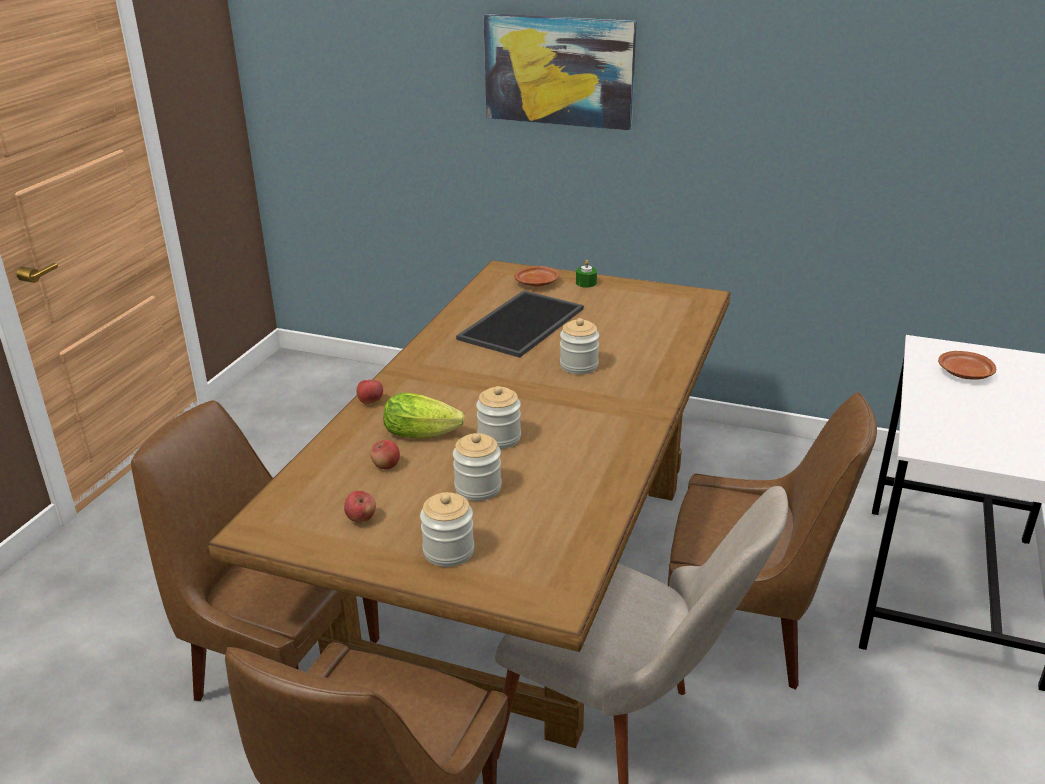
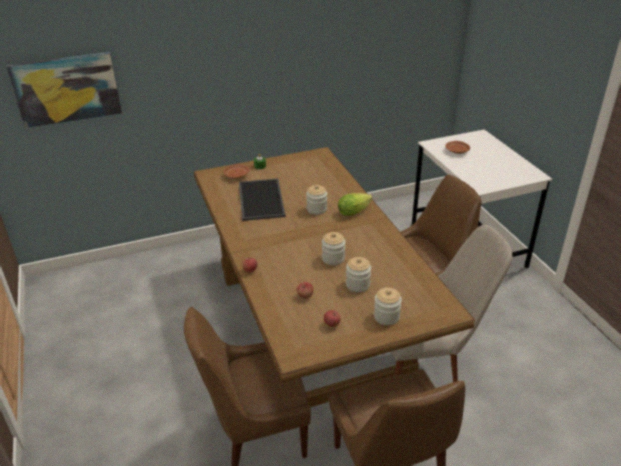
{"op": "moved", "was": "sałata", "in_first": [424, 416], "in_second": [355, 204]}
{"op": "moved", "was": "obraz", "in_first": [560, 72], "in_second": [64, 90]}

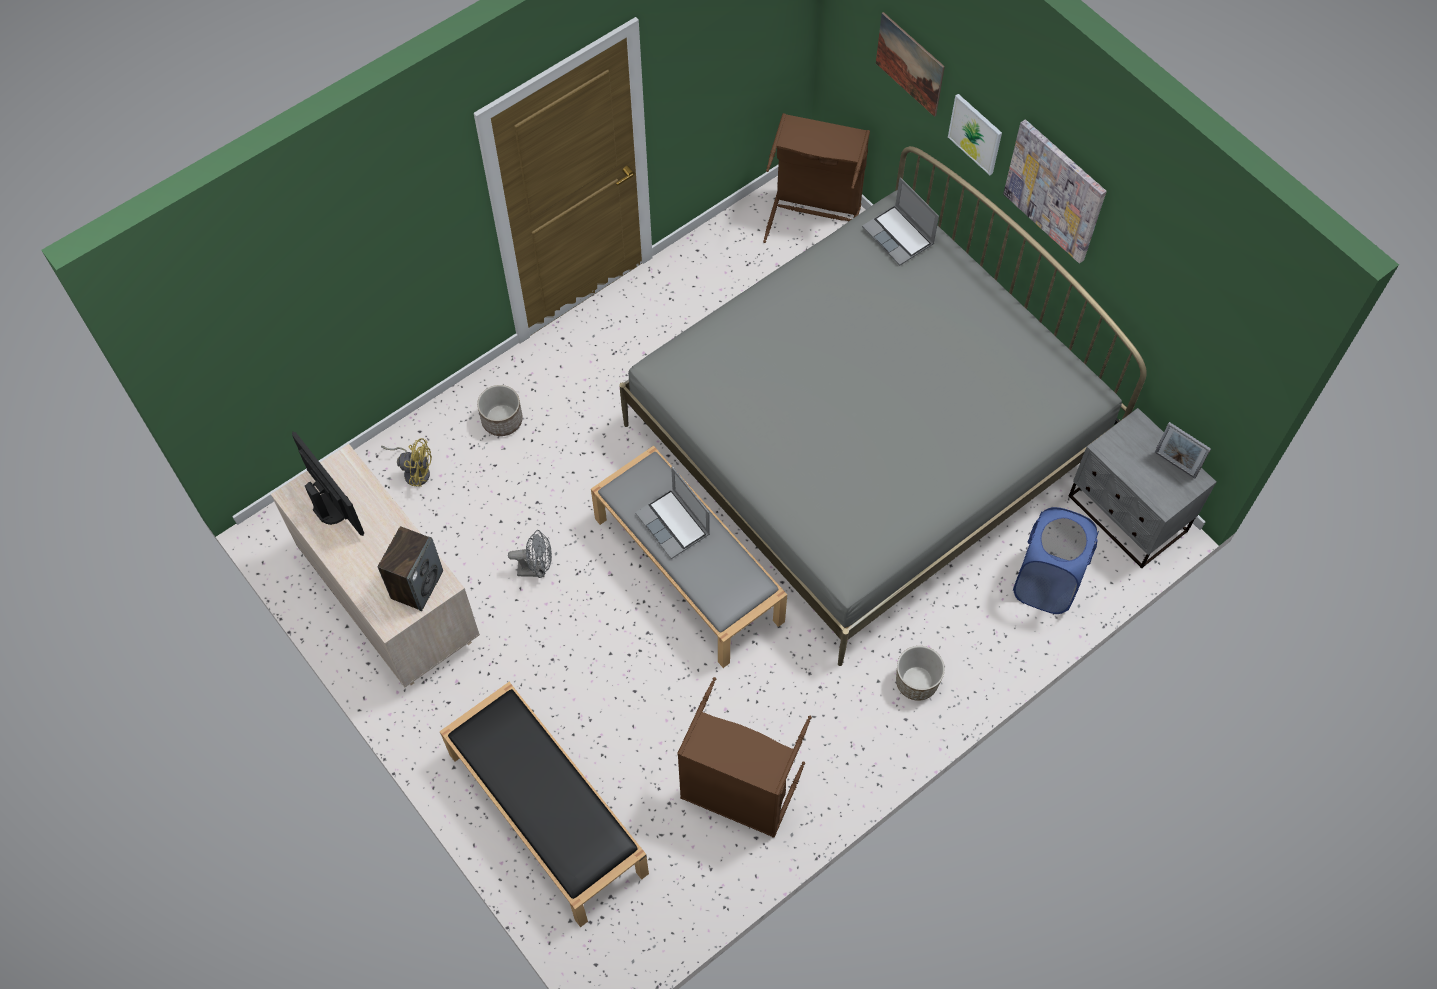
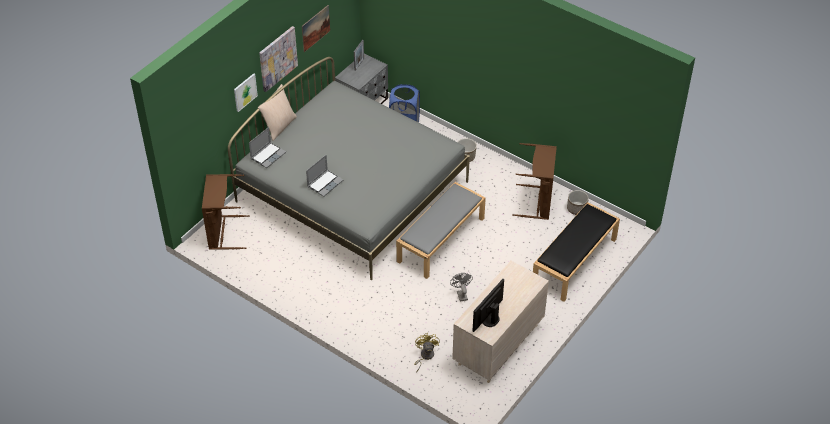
{"op": "removed", "was": "głośnik", "in_first": [410, 568]}
{"op": "moved", "was": "donica", "in_first": [500, 410], "in_second": [578, 202]}
{"op": "moved", "was": "laptop", "in_first": [672, 513], "in_second": [324, 176]}
{"op": "moved", "was": "obraz", "in_first": [910, 64], "in_second": [316, 28]}
{"op": "added", "now": "poduszka [beżowy]", "in_second": [277, 112]}

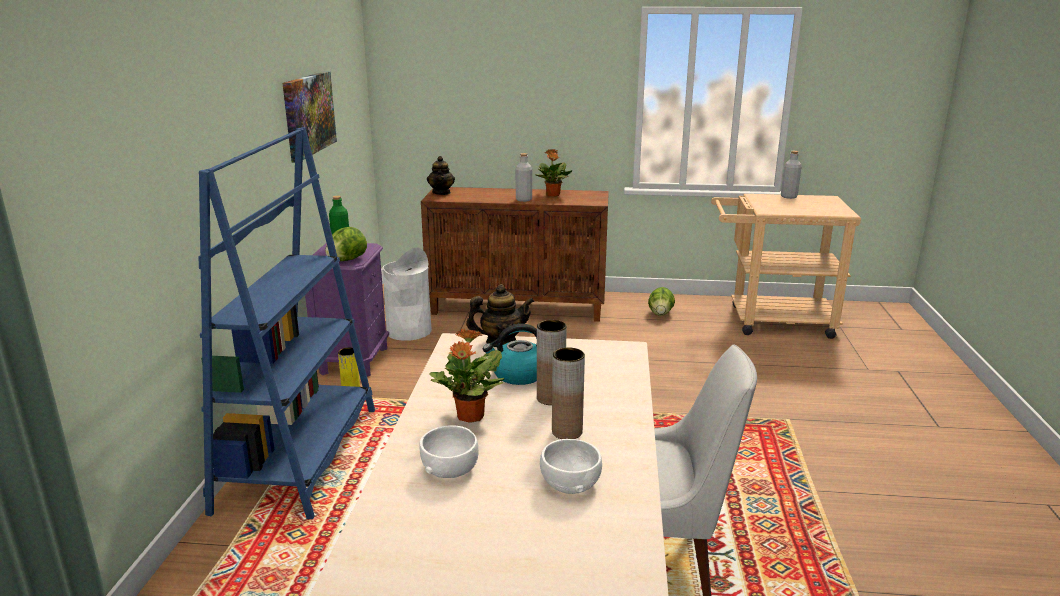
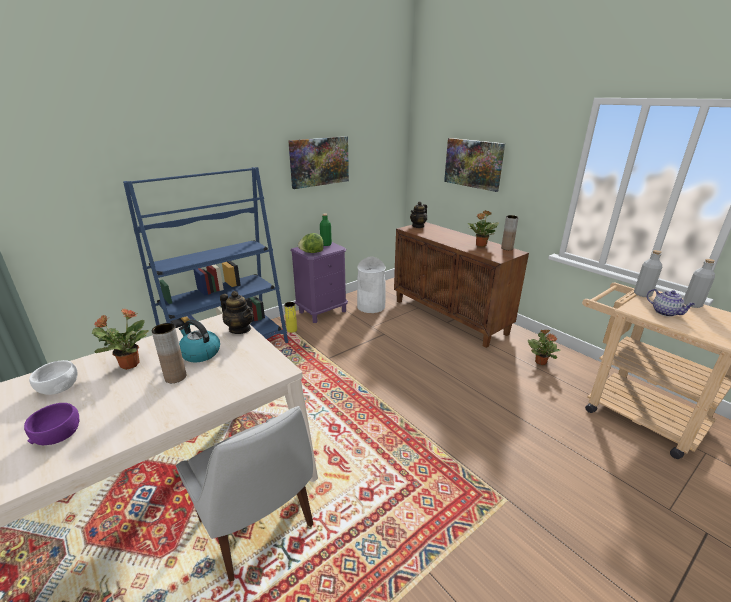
{"op": "moved", "was": "butelka [szary]", "in_first": [524, 177], "in_second": [648, 273]}
{"op": "recoloured", "was": "miska [biały]", "now": "miska [fioletowy]", "in_first": [571, 466], "in_second": [52, 424]}
{"op": "moved", "was": "wazon [brązowy]", "in_first": [568, 393], "in_second": [510, 232]}
{"op": "replaced", "was": "sałata", "now": "roślina doniczkowa", "in_first": [661, 301], "in_second": [544, 347]}
{"op": "added", "now": "obraz", "in_second": [474, 165]}
{"op": "added", "now": "imbryk", "in_second": [671, 303]}

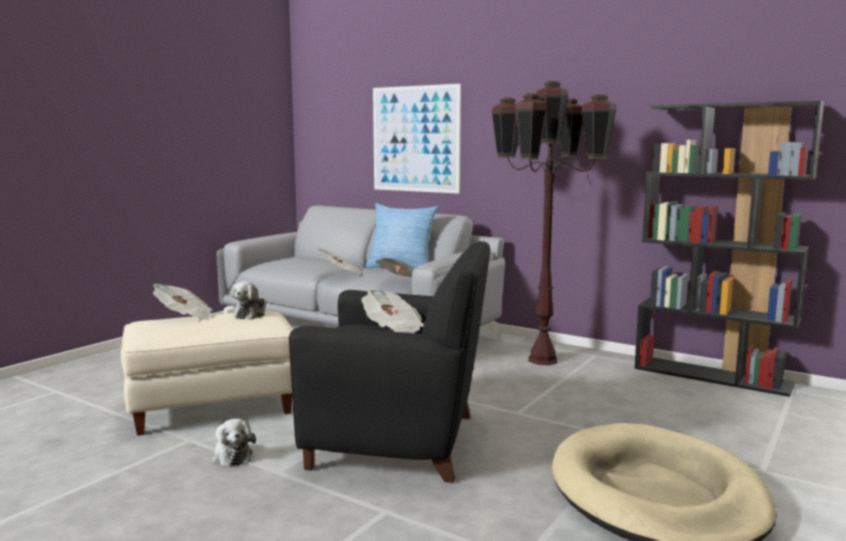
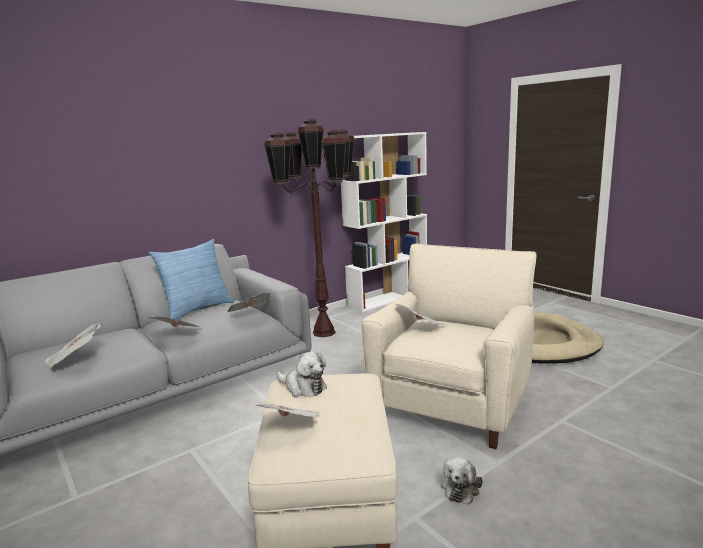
{"op": "turned", "was": "pluszak", "in_first": [234, 443], "in_second": [461, 481], "clockwise": 120}
{"op": "recoloured", "was": "fotel [czarny]", "now": "fotel [beżowy]", "in_first": [389, 362], "in_second": [449, 346]}
{"op": "removed", "was": "obraz", "in_first": [417, 139]}
{"op": "recoloured", "was": "regał [czarny]", "now": "regał [biały]", "in_first": [729, 249], "in_second": [384, 222]}
{"op": "added", "now": "gazeta", "in_second": [72, 345]}

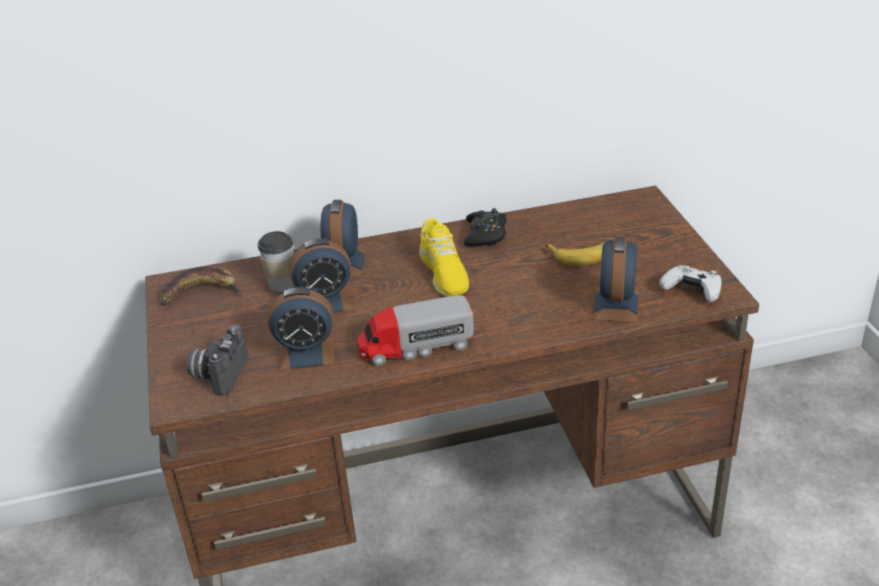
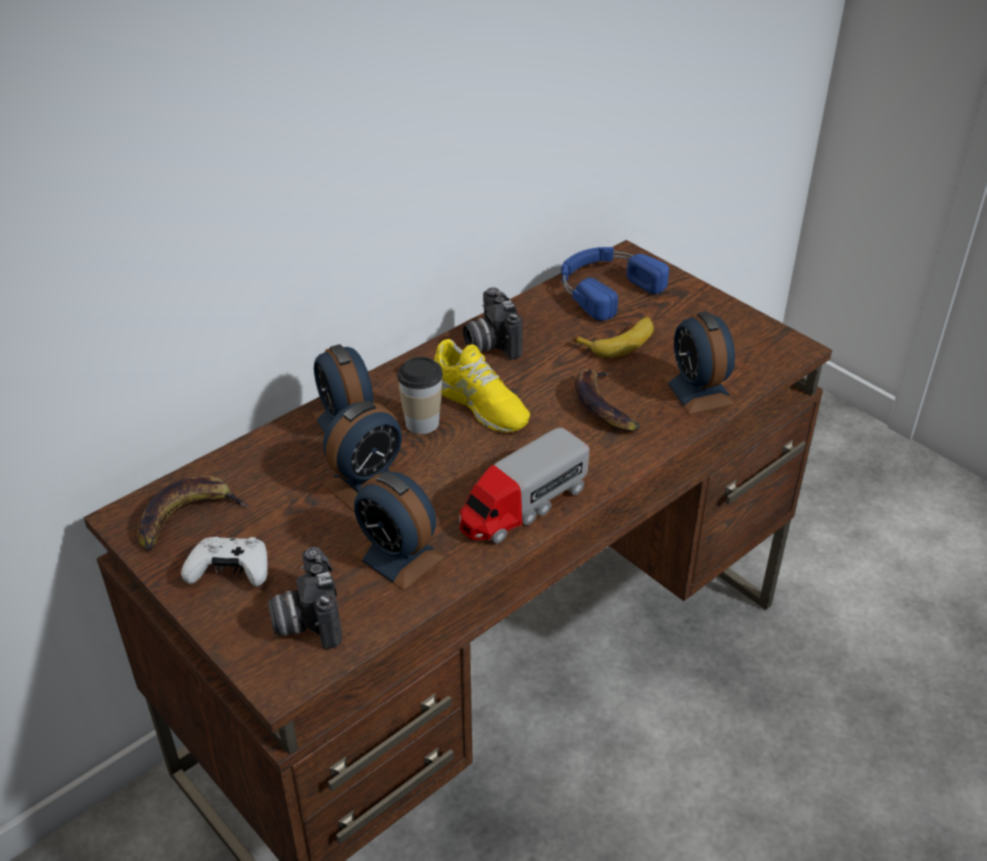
{"op": "moved", "was": "filiżanka", "in_first": [276, 261], "in_second": [420, 395]}
{"op": "turned", "was": "budzik", "in_first": [301, 329], "in_second": [398, 531], "clockwise": 75}
{"op": "replaced", "was": "pad do gier [czarny]", "now": "aparat fotograficzny", "in_first": [485, 227], "in_second": [493, 323]}
{"op": "moved", "was": "pad do gier [biały]", "in_first": [691, 283], "in_second": [224, 561]}
{"op": "added", "now": "słuchawki [niebieski]", "in_second": [615, 284]}
{"op": "added", "now": "banan", "in_second": [607, 400]}

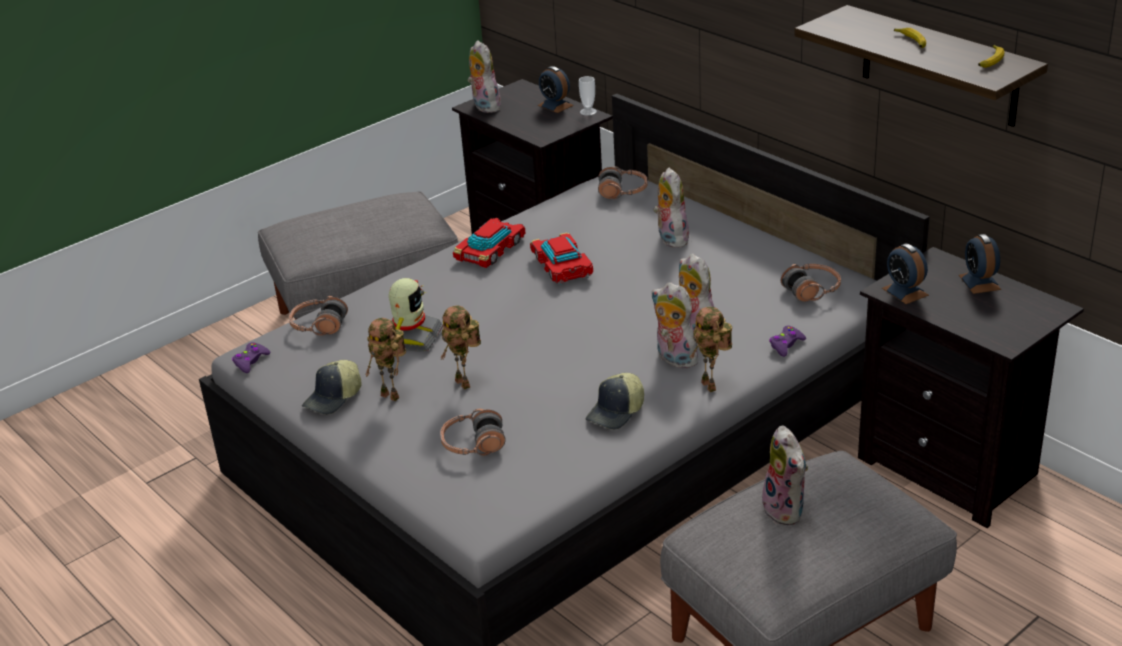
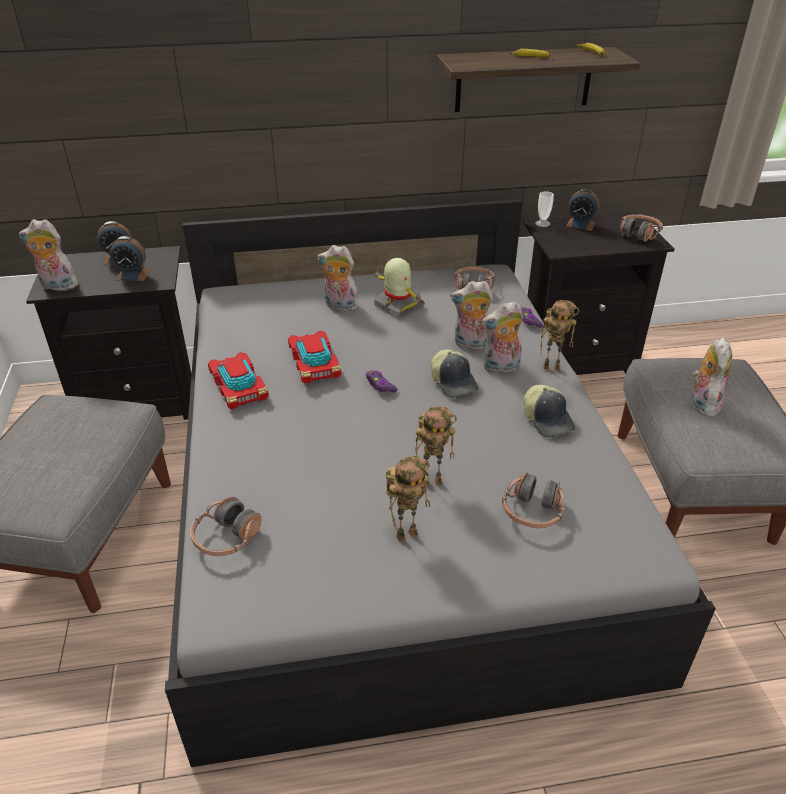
{"op": "moved", "was": "pad do gier [fioletowy]", "in_first": [251, 357], "in_second": [382, 381]}
{"op": "moved", "was": "czapka z daszkiem", "in_first": [331, 387], "in_second": [454, 374]}
{"op": "moved", "was": "robot zabawkowy", "in_first": [416, 315], "in_second": [399, 288]}
{"op": "turned", "was": "samochodzik", "in_first": [561, 259], "in_second": [315, 357], "clockwise": -120}
{"op": "moved", "was": "filiżanka", "in_first": [588, 96], "in_second": [544, 209]}
{"op": "moved", "was": "słuchawki", "in_first": [622, 182], "in_second": [641, 228]}
{"op": "turned", "was": "pluszak", "in_first": [785, 475], "in_second": [712, 377], "clockwise": -90}
{"op": "moved", "was": "budzik", "in_first": [905, 273], "in_second": [130, 258]}

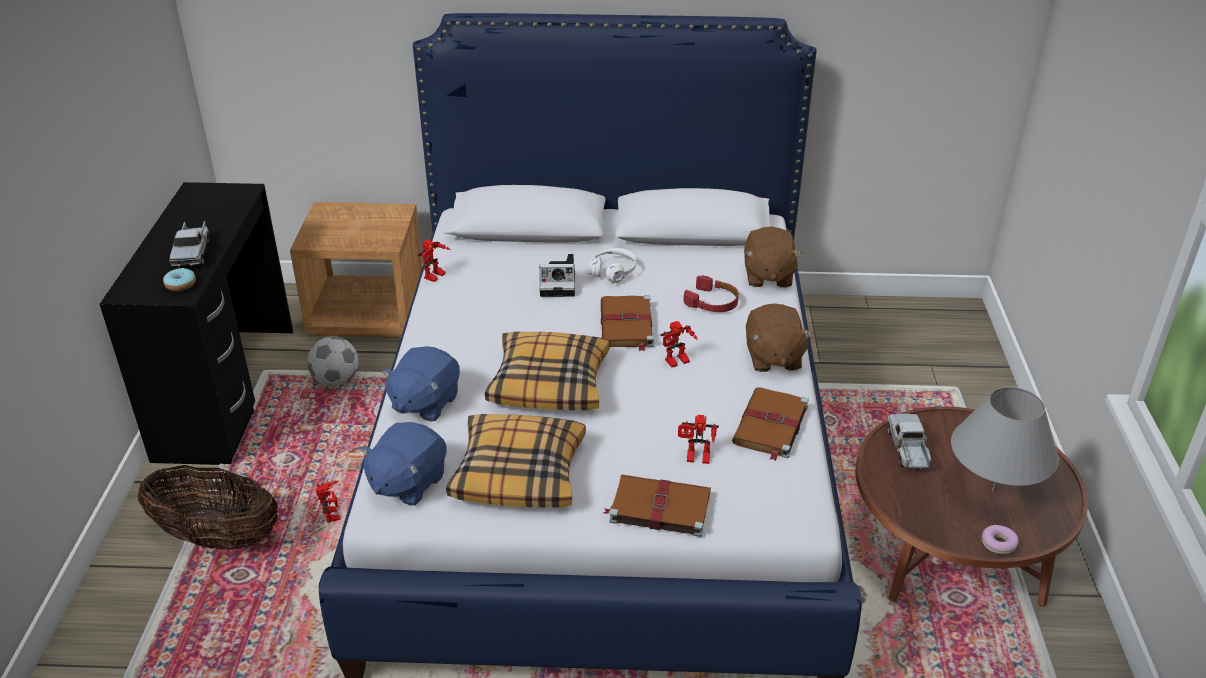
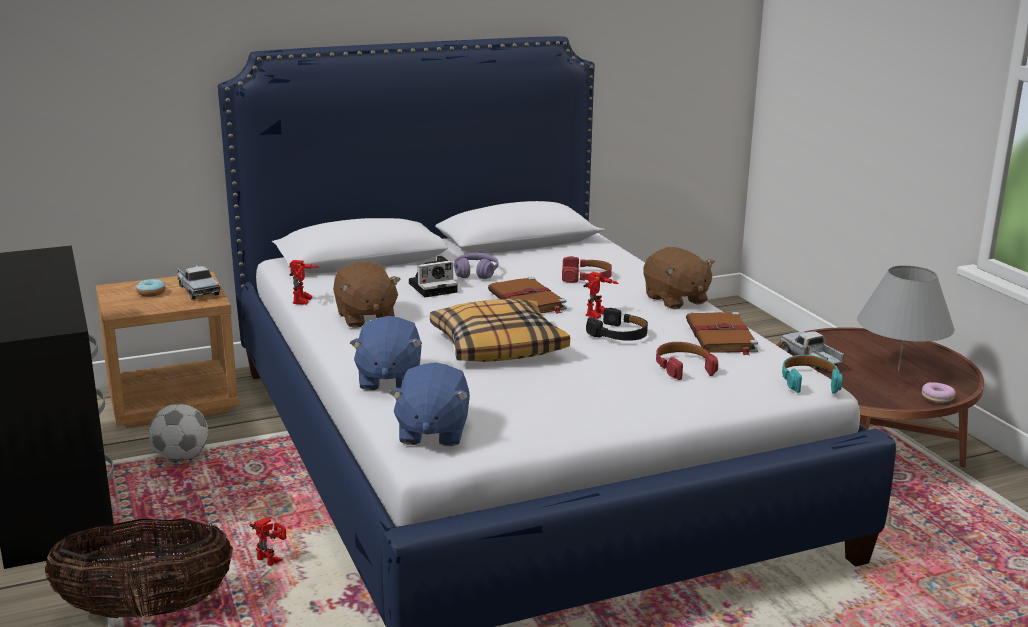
{"op": "moved", "was": "donut", "in_first": [179, 279], "in_second": [151, 288]}
{"op": "moved", "was": "ciężarówka zabawkowa", "in_first": [189, 244], "in_second": [198, 282]}
{"op": "removed", "was": "poduszka", "in_first": [516, 460]}
{"op": "recoloured", "was": "słuchawki [biały]", "now": "słuchawki [fioletowy]", "in_first": [612, 265], "in_second": [476, 265]}
{"op": "removed", "was": "książka [brązowy]", "in_first": [657, 506]}
{"op": "replaced", "was": "robot zabawkowy", "now": "słuchawki [czerwony]", "in_first": [698, 439], "in_second": [687, 361]}
{"op": "moved", "was": "pluszak [brązowy]", "in_first": [773, 257], "in_second": [367, 295]}
{"op": "added", "now": "słuchawki [czarny]", "in_second": [617, 324]}
{"op": "added", "now": "słuchawki [turkusowy]", "in_second": [812, 374]}

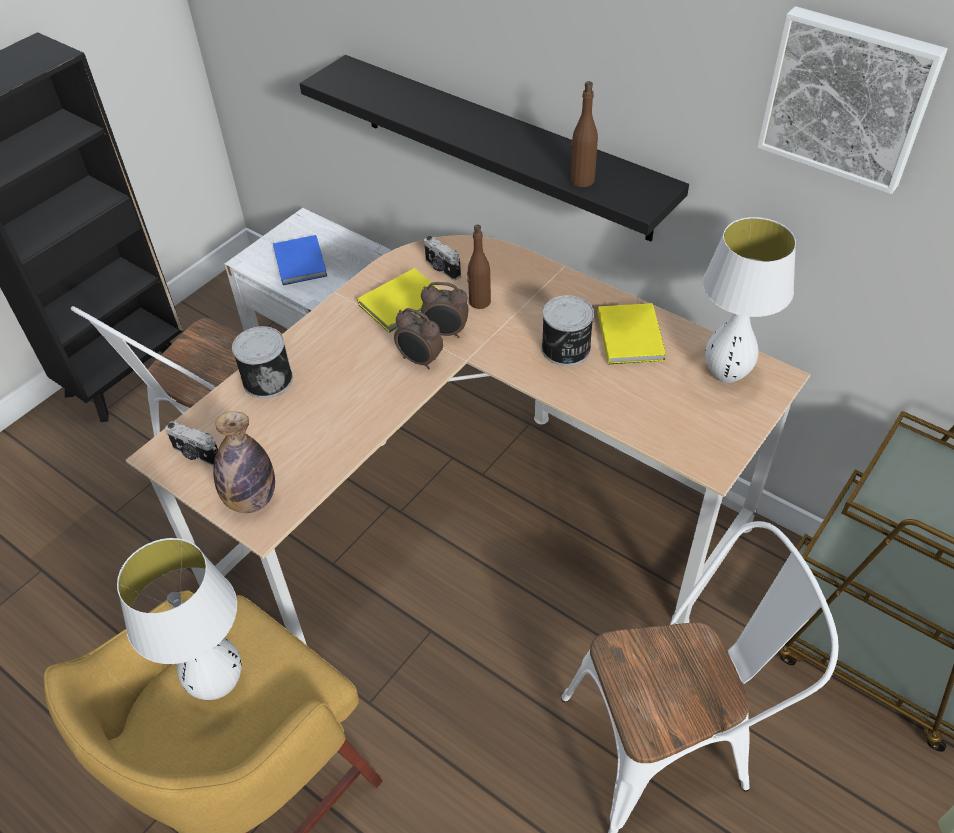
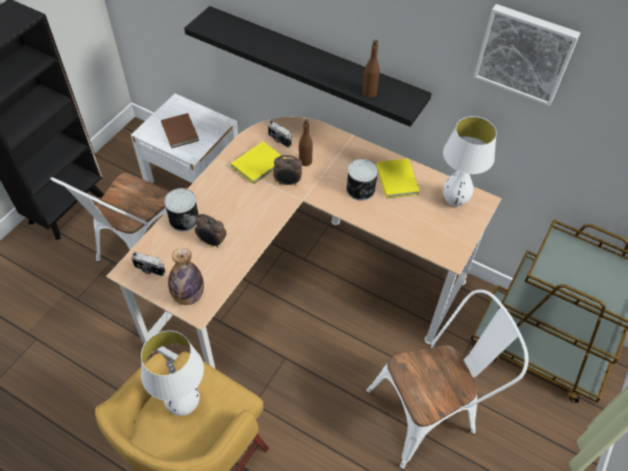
{"op": "recoloured", "was": "książka [niebieski]", "now": "książka [brązowy]", "in_first": [300, 260], "in_second": [180, 130]}
{"op": "moved", "was": "budzik", "in_first": [418, 338], "in_second": [210, 231]}

